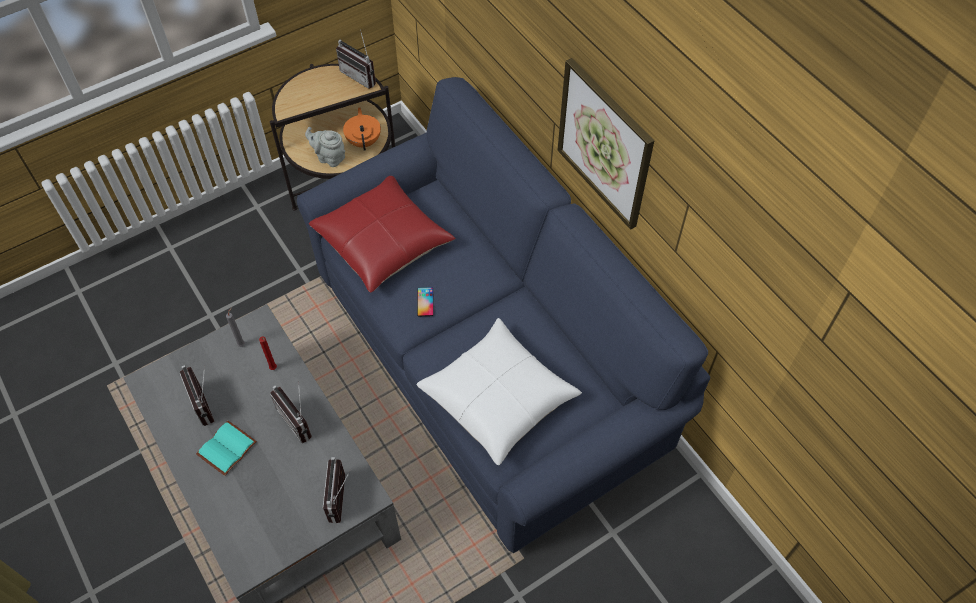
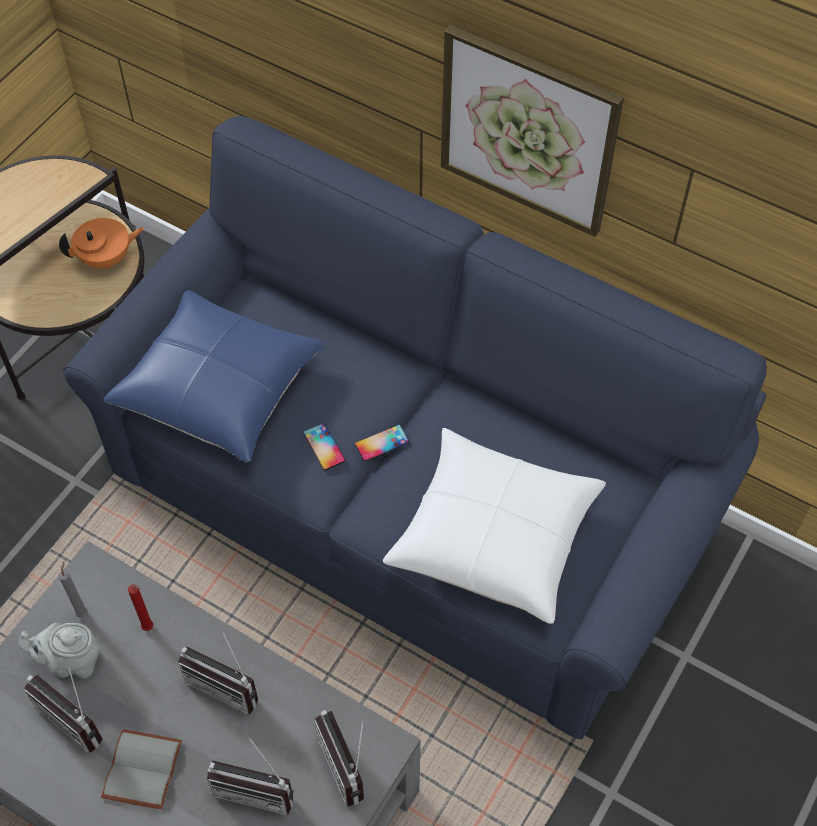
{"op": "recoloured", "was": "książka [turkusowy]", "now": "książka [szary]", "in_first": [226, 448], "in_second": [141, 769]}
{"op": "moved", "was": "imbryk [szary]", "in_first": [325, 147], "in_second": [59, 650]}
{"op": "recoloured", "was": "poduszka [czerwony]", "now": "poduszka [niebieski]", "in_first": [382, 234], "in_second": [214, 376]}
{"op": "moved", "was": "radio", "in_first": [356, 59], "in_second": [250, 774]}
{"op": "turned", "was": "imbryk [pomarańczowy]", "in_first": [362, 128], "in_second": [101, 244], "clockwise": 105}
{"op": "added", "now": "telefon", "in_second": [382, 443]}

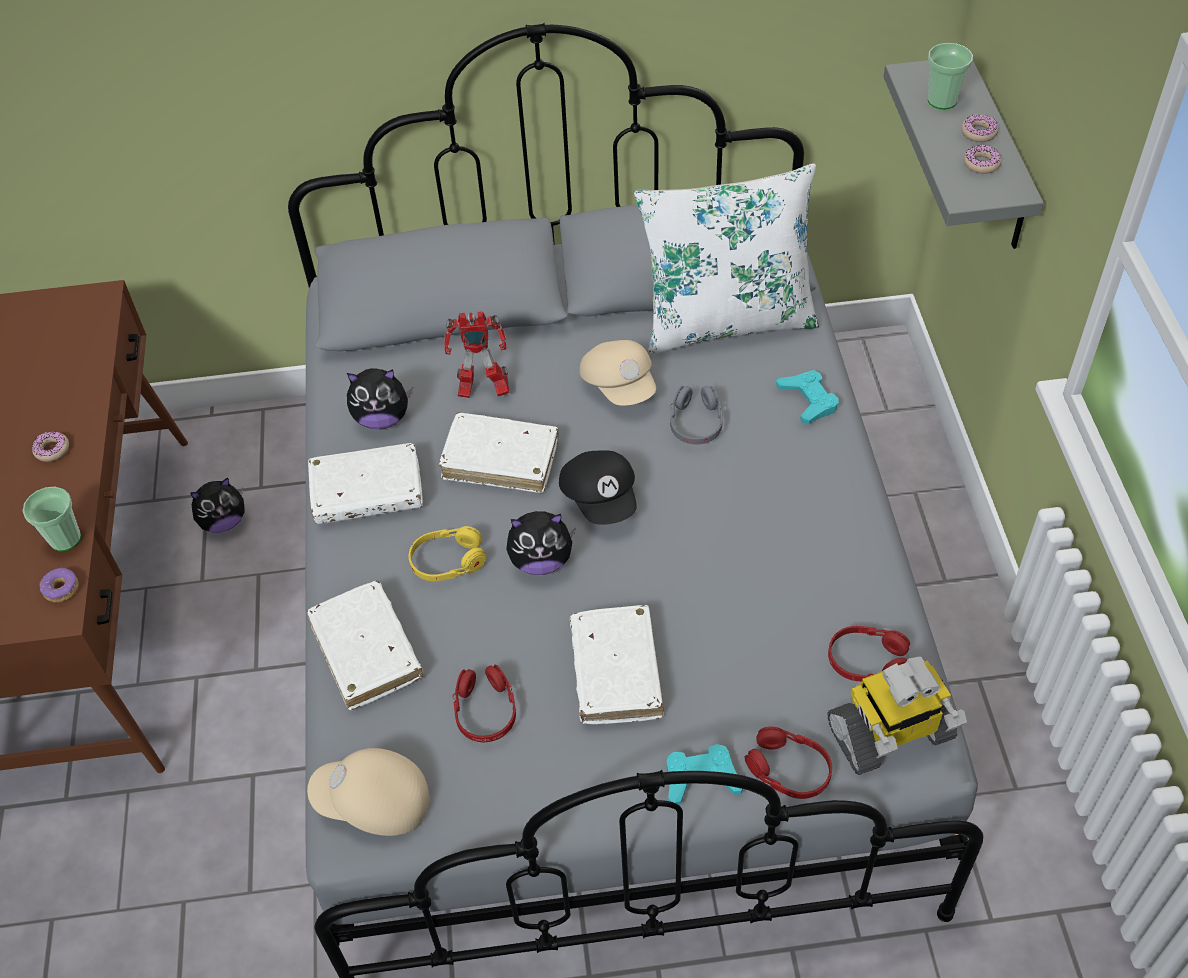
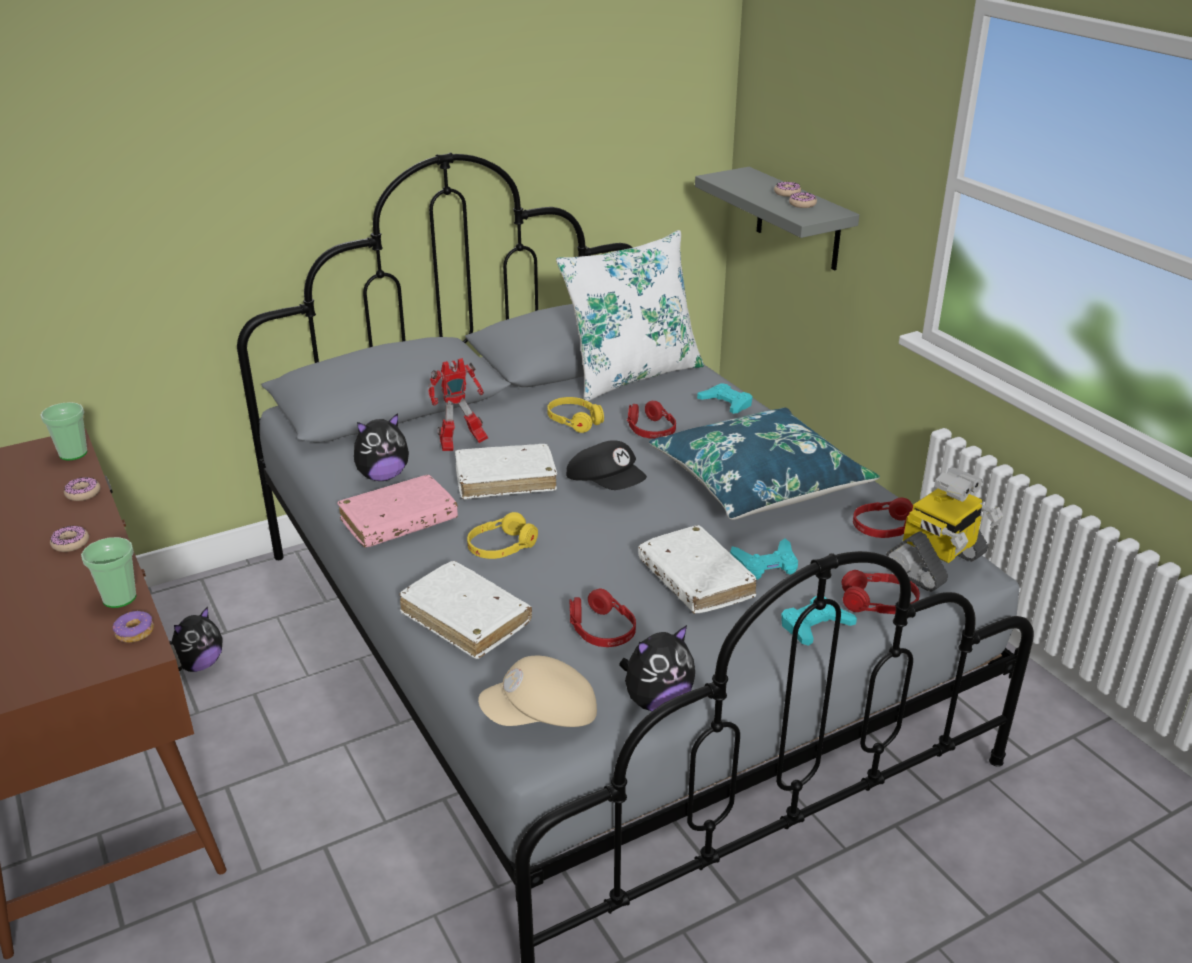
{"op": "recoloured", "was": "książka [biały]", "now": "książka [różowy]", "in_first": [365, 483], "in_second": [397, 511]}
{"op": "moved", "was": "pluszak", "in_first": [541, 543], "in_second": [657, 668]}
{"op": "replaced", "was": "czapka z daszkiem [beżowy]", "now": "słuchawki [żółty]", "in_first": [618, 373], "in_second": [575, 415]}
{"op": "recoloured", "was": "słuchawki [szary]", "now": "słuchawki [czerwony]", "in_first": [696, 415], "in_second": [651, 420]}
{"op": "moved", "was": "filiżanka", "in_first": [950, 76], "in_second": [63, 431]}
{"op": "added", "now": "donut", "in_second": [82, 489]}
{"op": "added", "now": "poduszka [niebieski]", "in_second": [764, 464]}
{"op": "added", "now": "pad do gier [turkusowy]", "in_second": [764, 559]}

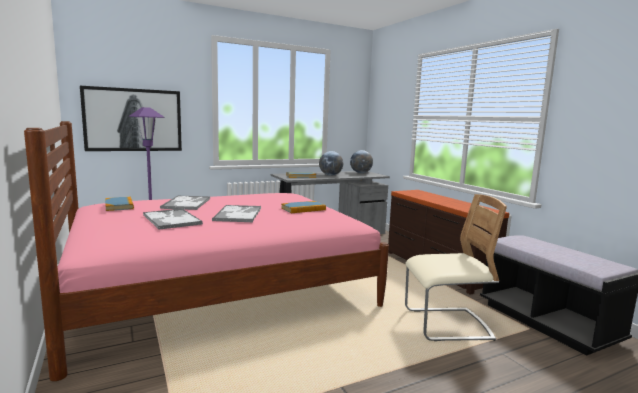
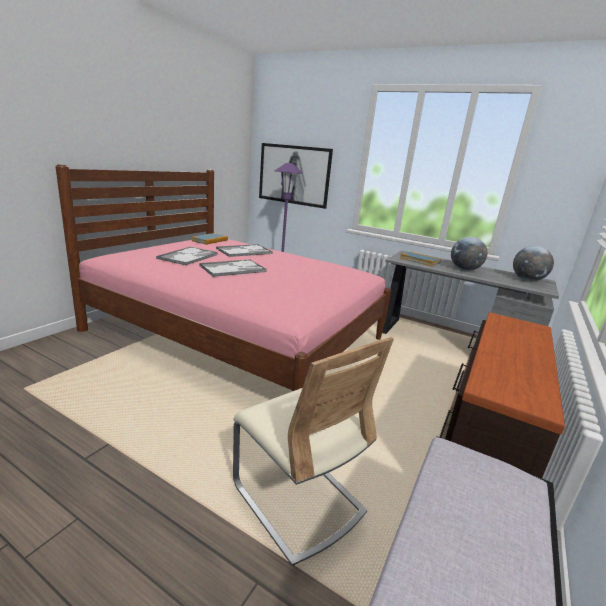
{"op": "removed", "was": "książka", "in_first": [303, 207]}

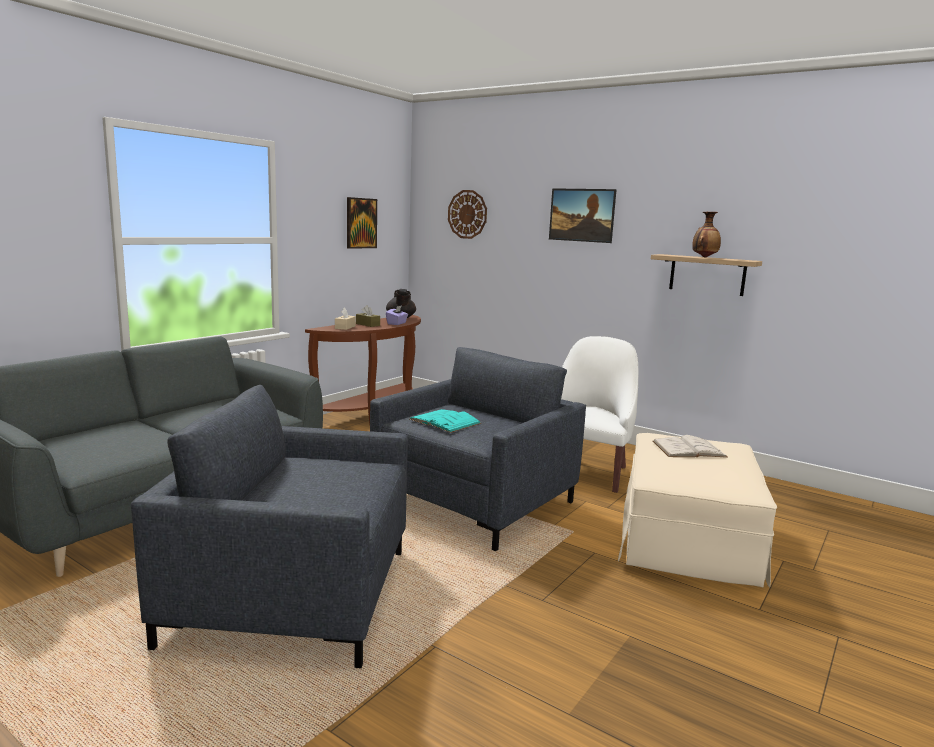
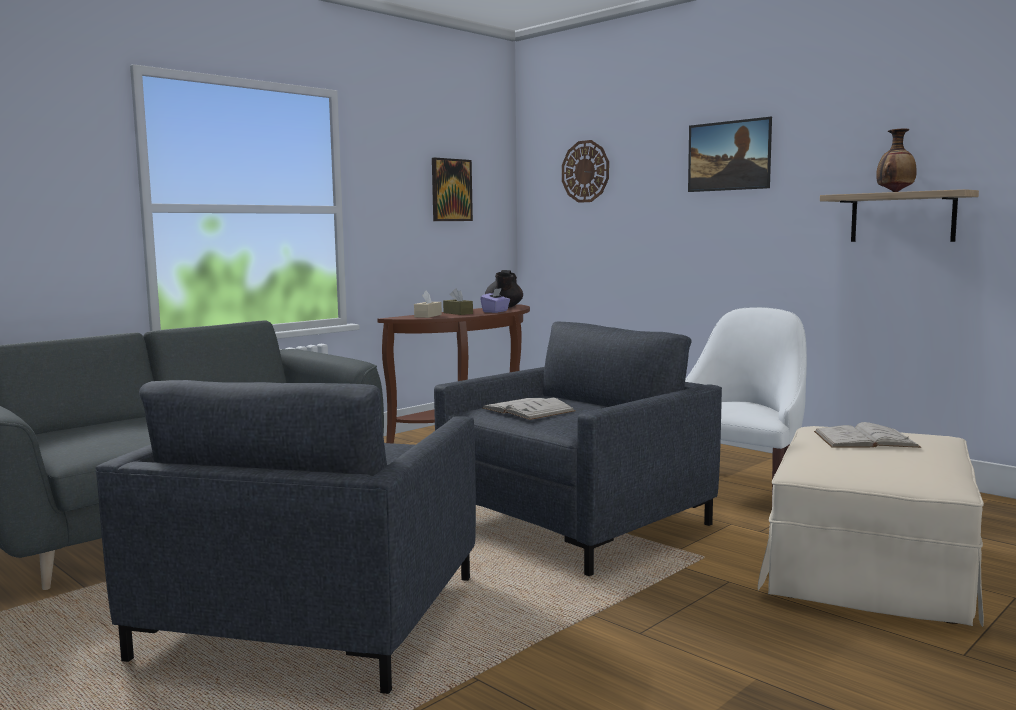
{"op": "turned", "was": "fotel [szary]", "in_first": [269, 526], "in_second": [285, 537], "clockwise": -90}
{"op": "recoloured", "was": "książka [turkusowy]", "now": "książka [biały]", "in_first": [446, 421], "in_second": [529, 409]}

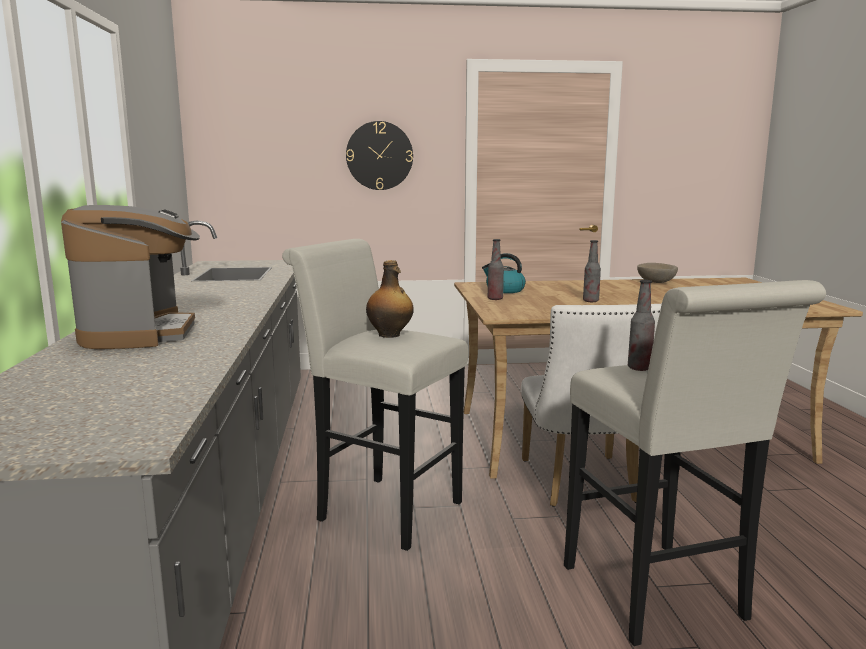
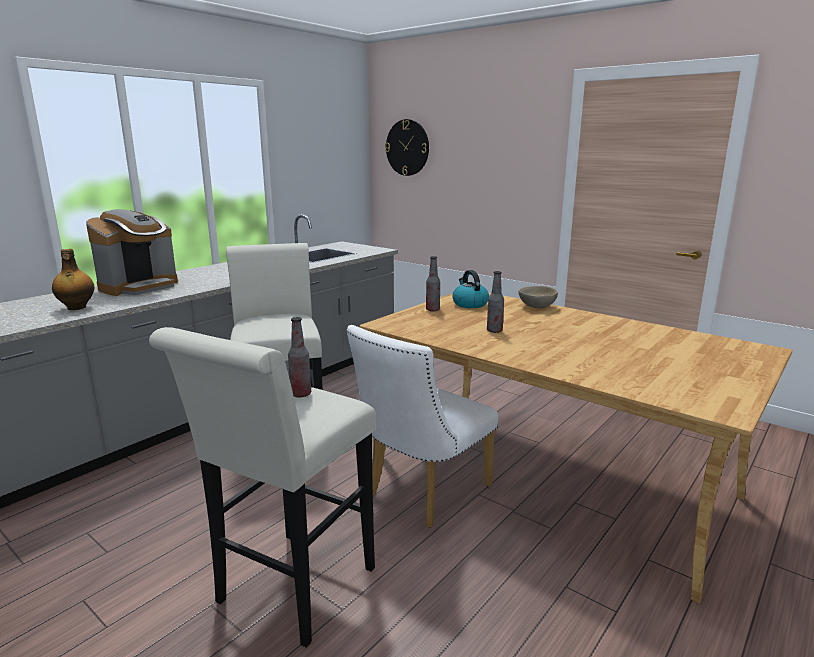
{"op": "moved", "was": "zegar ścienny", "in_first": [379, 155], "in_second": [407, 147]}
{"op": "moved", "was": "butelka", "in_first": [390, 299], "in_second": [73, 279]}
{"op": "moved", "was": "miska [beżowy]", "in_first": [657, 273], "in_second": [538, 297]}

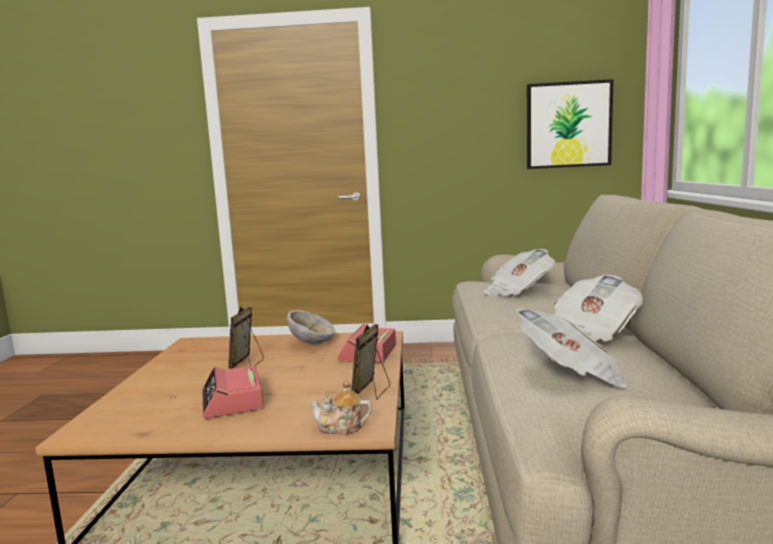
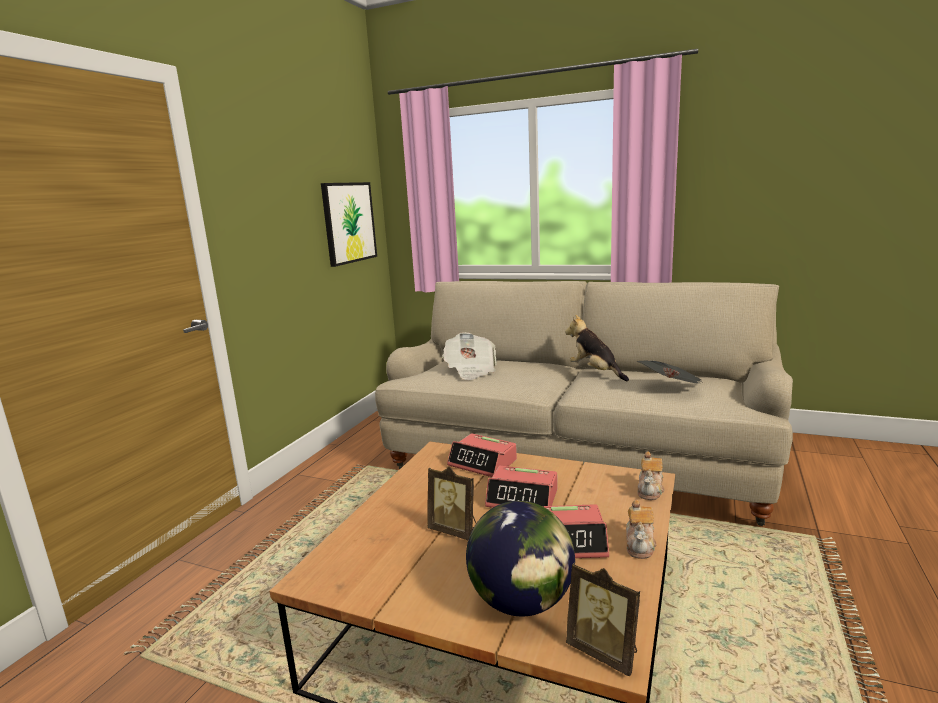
{"op": "removed", "was": "miska", "in_first": [311, 327]}
{"op": "moved", "was": "ramka na zdjęcie", "in_first": [370, 361], "in_second": [603, 620]}
{"op": "replaced", "was": "gazeta", "now": "pluszak", "in_first": [598, 308], "in_second": [597, 347]}
{"op": "added", "now": "globus", "in_second": [520, 558]}
{"op": "added", "now": "budzik", "in_second": [521, 487]}
{"op": "added", "now": "imbryk", "in_second": [641, 529]}

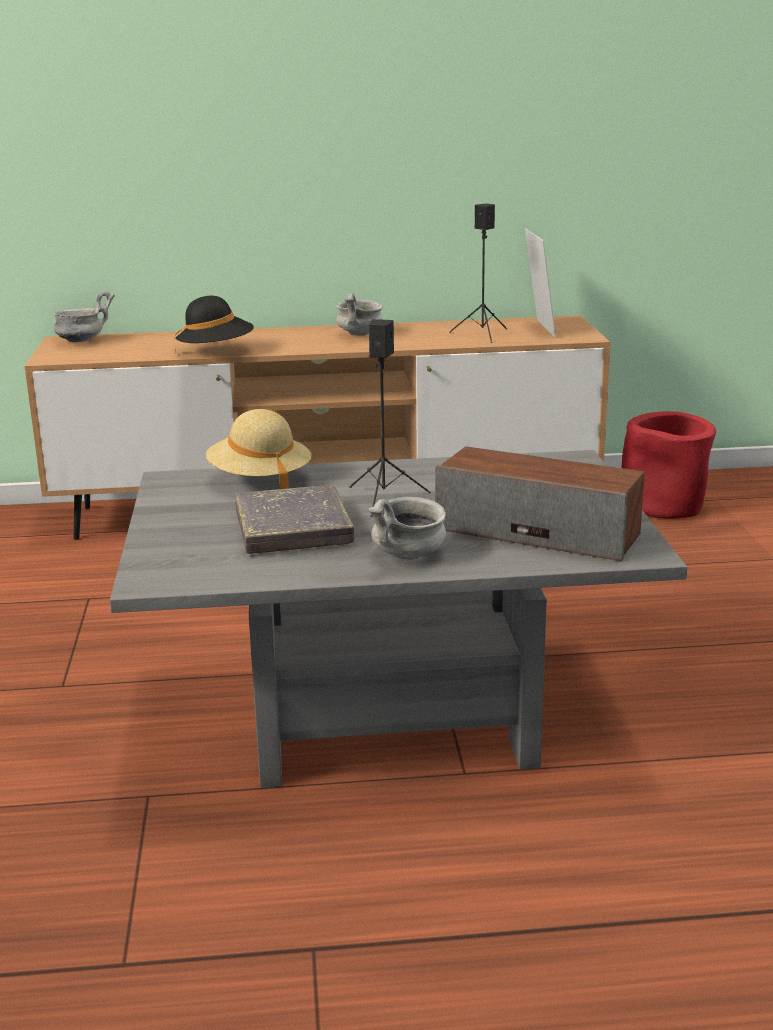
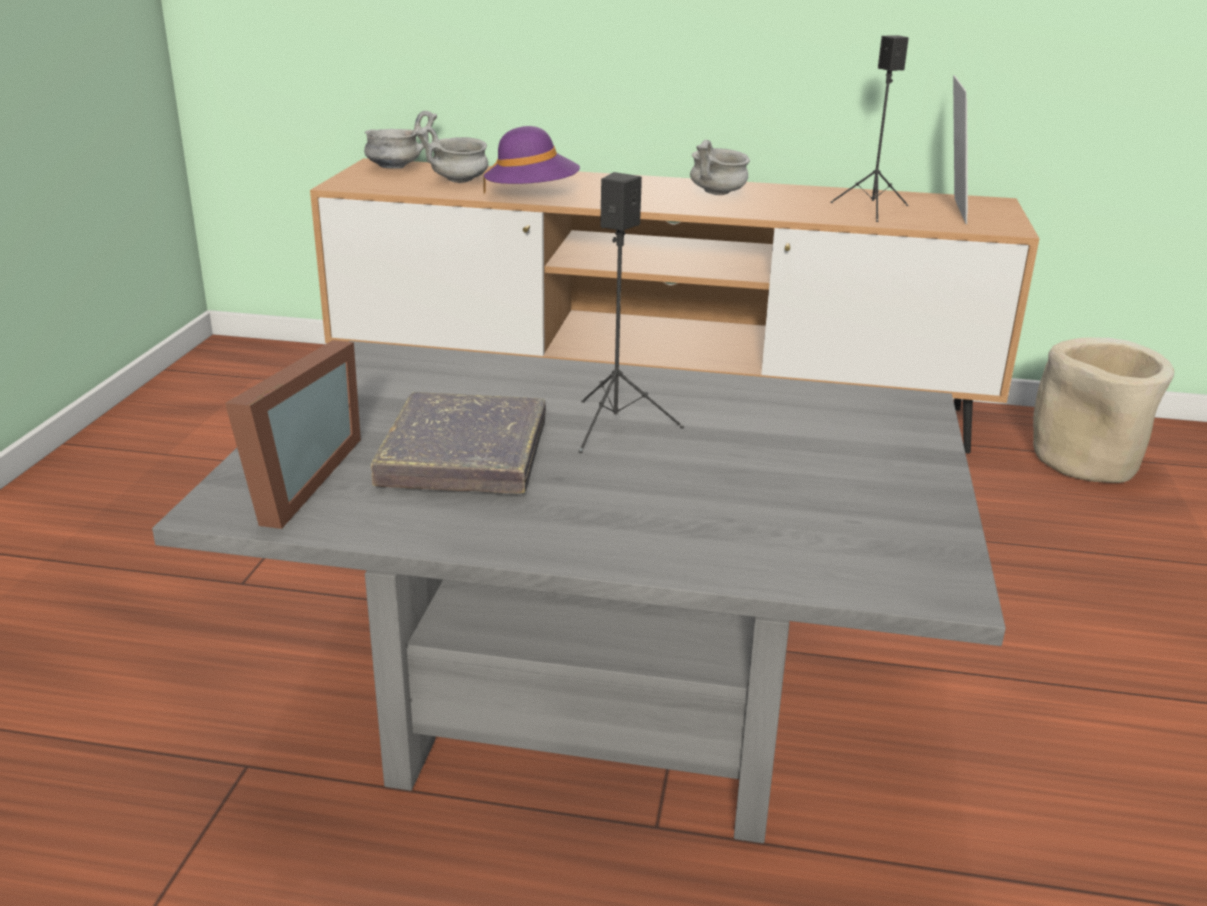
{"op": "recoloured", "was": "kapelusz [czarny]", "now": "kapelusz [fioletowy]", "in_first": [214, 325], "in_second": [531, 160]}
{"op": "removed", "was": "kapelusz [beżowy]", "in_first": [259, 449]}
{"op": "moved", "was": "miska [szary]", "in_first": [407, 528], "in_second": [451, 154]}
{"op": "removed", "was": "głośnik", "in_first": [540, 503]}
{"op": "recoloured", "was": "donica [czerwony]", "now": "donica [beżowy]", "in_first": [669, 465], "in_second": [1103, 410]}
{"op": "added", "now": "ramka na zdjęcie", "in_second": [293, 434]}

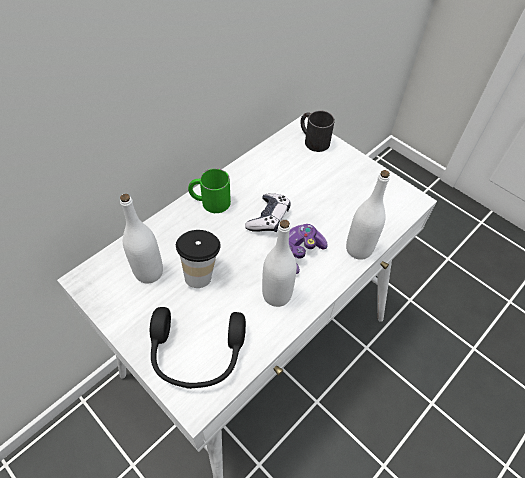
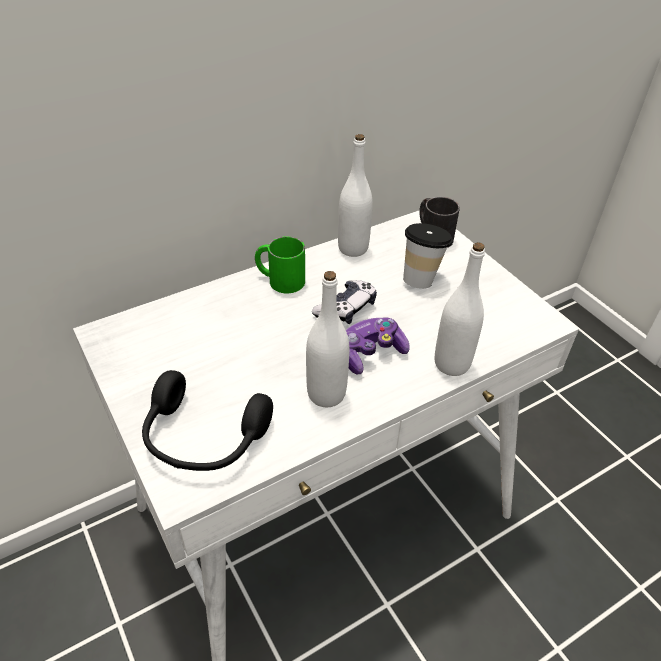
{"op": "moved", "was": "butelka [biały]", "in_first": [141, 238], "in_second": [355, 195]}
{"op": "moved", "was": "filiżanka", "in_first": [198, 259], "in_second": [428, 256]}

